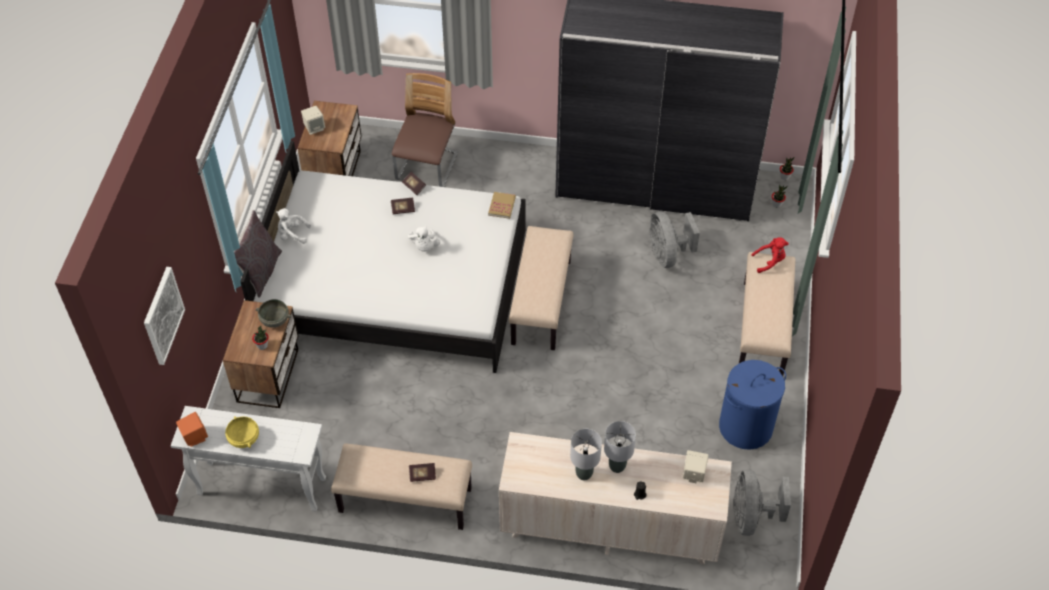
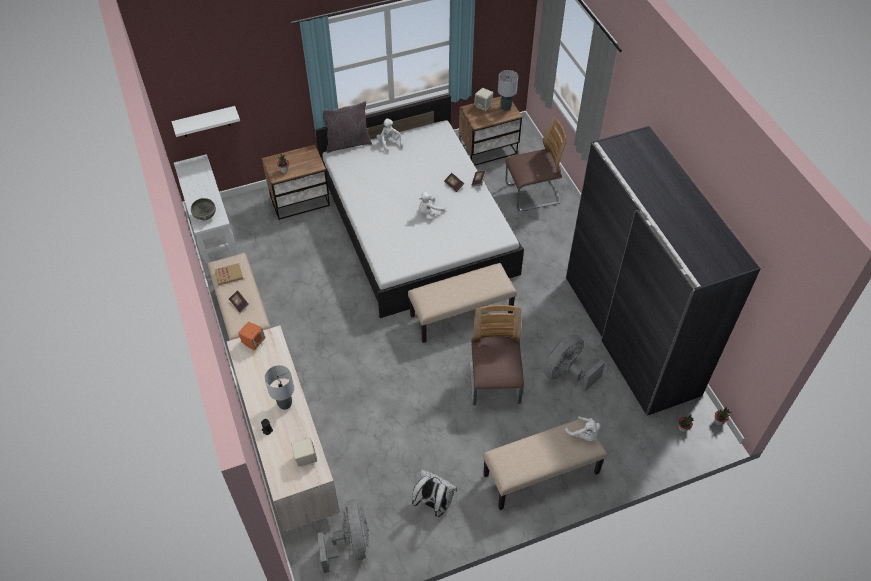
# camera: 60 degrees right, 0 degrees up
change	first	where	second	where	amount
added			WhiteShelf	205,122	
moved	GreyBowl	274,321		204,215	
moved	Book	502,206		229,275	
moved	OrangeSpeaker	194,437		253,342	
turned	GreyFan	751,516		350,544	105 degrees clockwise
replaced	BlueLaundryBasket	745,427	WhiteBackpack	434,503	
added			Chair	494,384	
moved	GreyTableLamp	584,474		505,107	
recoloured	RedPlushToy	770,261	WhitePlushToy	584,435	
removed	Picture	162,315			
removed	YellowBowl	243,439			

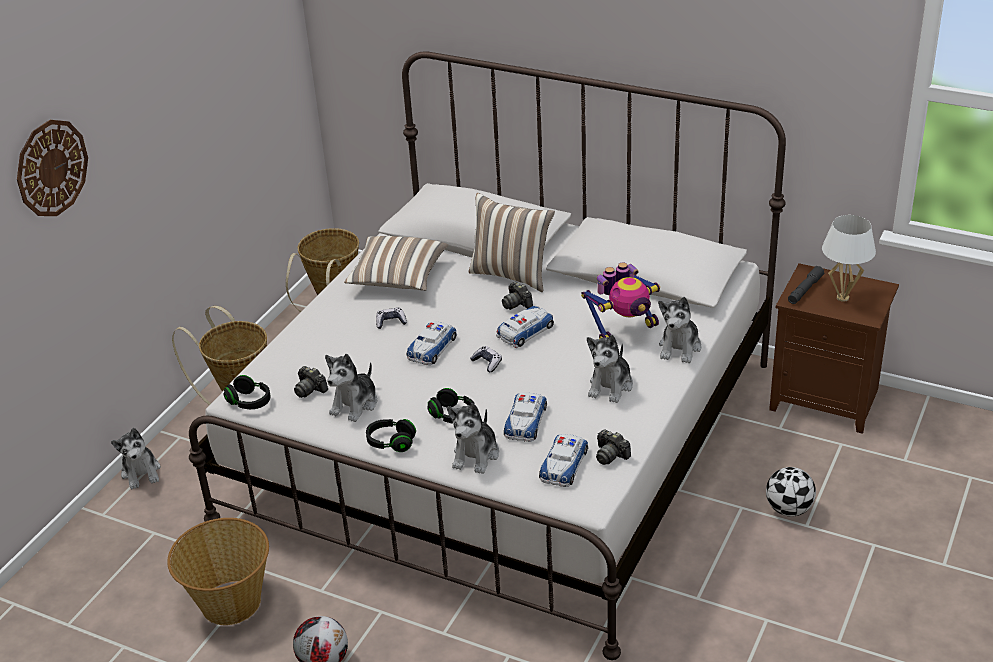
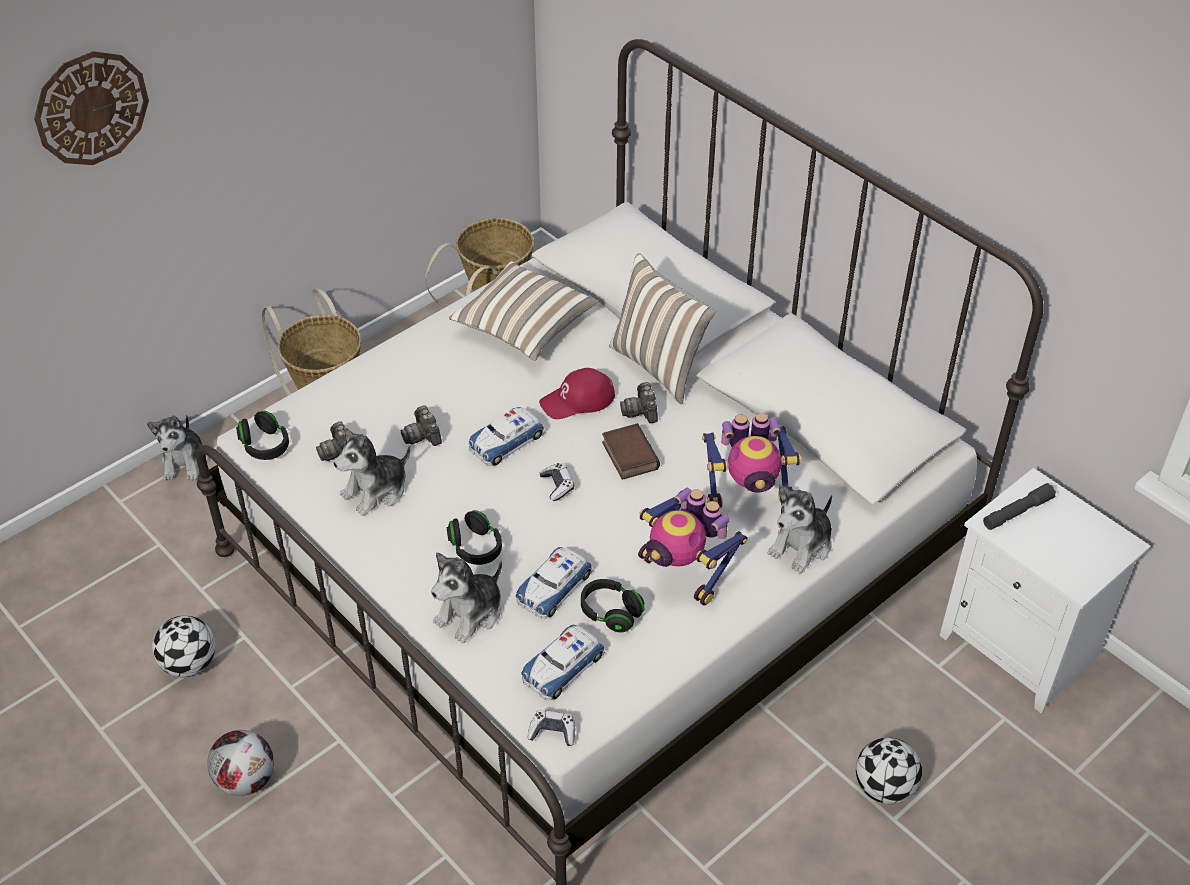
# camera: 20 degrees right, 10 degrees up
change	first	where	second	where	amount
replaced	Basket	230,602	Football	190,664	
moved	PhotoCamera	610,455		423,435	
moved	GameController	391,322		552,732	
added			RedCap	577,400	
moved	BlackHeadphones	391,442		611,613	
replaced	ToyCar	525,331	Book	628,455	
replaced	PlushToy	611,386	ToyRobot	684,572	
recoloured	BrownNightstand	827,399	WhiteNightstand	1023,647	
removed	WhiteTableLamp	842,298			

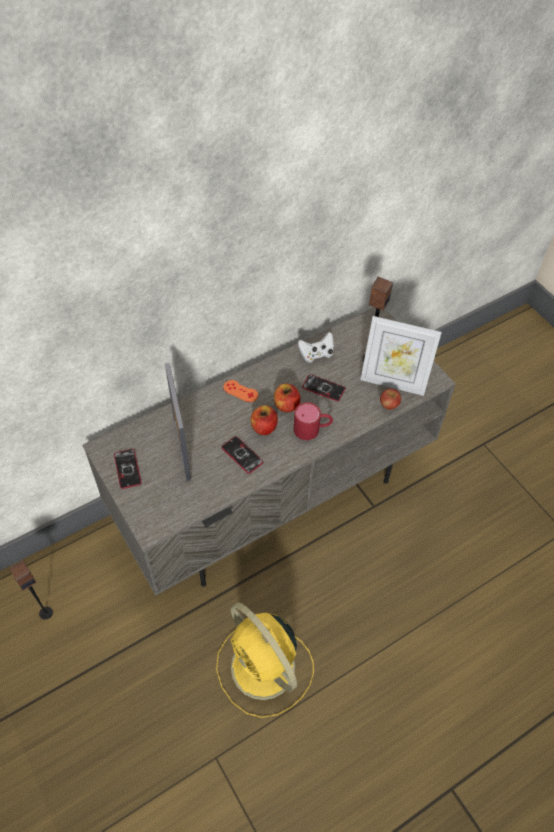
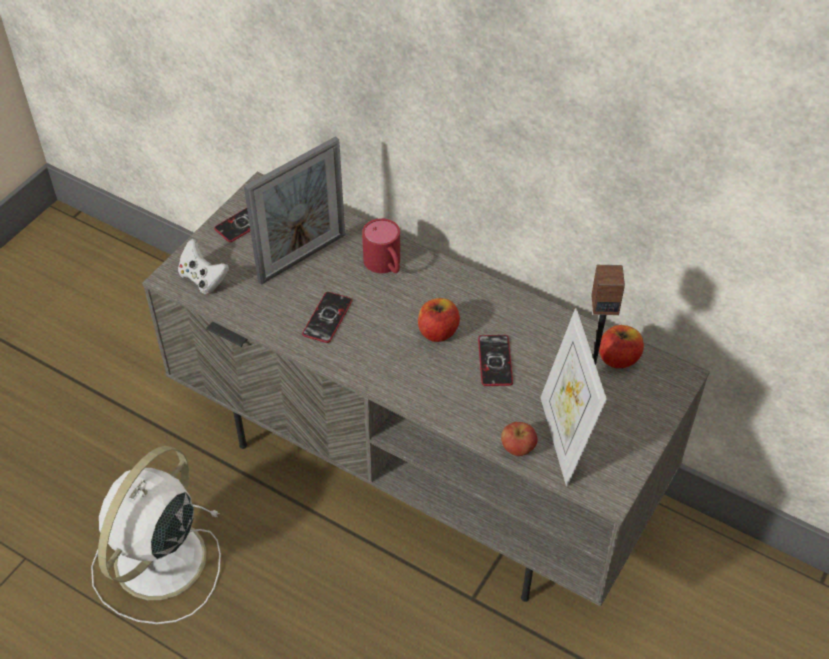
# camera: 65 degrees right, 5 degrees down
change	first	where	second	where	amount
recoloured	YellowFan	265,669	WhiteFan	158,563	
moved	WhiteGameController	316,354		203,279	
moved	RedMug	312,429		385,265	
moved	Apple	264,427		618,358	
removed	Speaker	45,612			
removed	OrangeGameController	240,391			

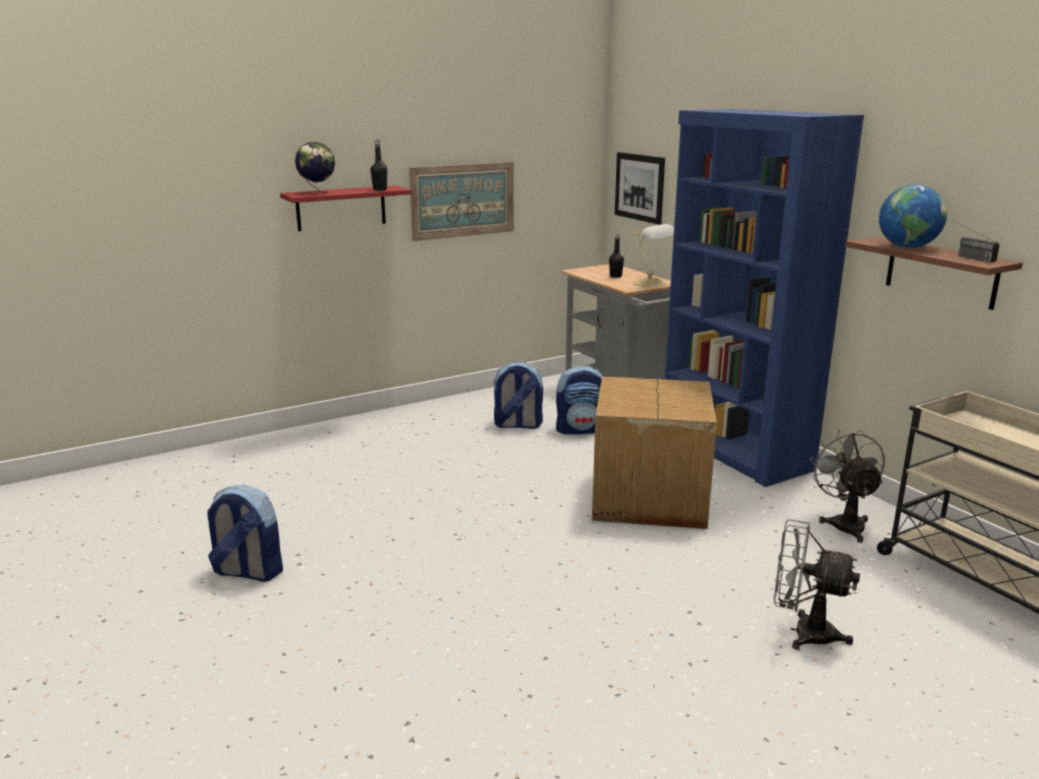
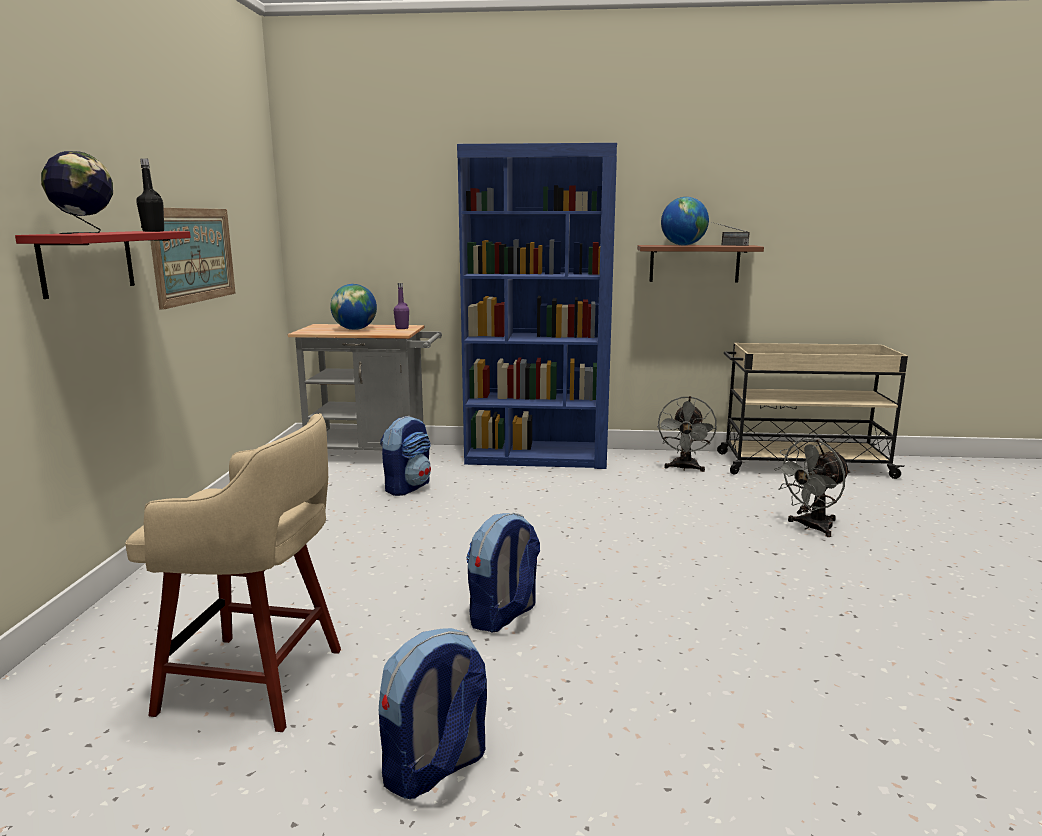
# camera: 55 degrees left, 5 degrees down
change	first	where	second	where	amount
added			BeigeStool	257,682	
replaced	BlackBottle	615,276	Globe	355,329	
replaced	TableLamp	651,283	PurpleBottle	402,328	
moved	Backpack	517,425		503,616	
turned	GreyFan	844,523		684,468	105 degrees counterclockwise
removed	CardboardBox	647,499			
removed	Picture	639,187			

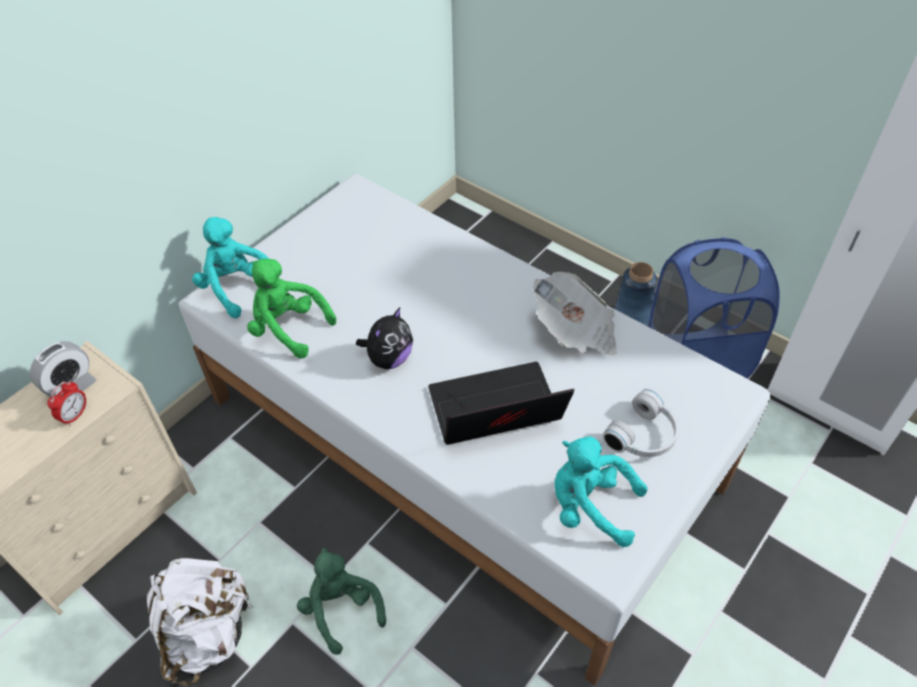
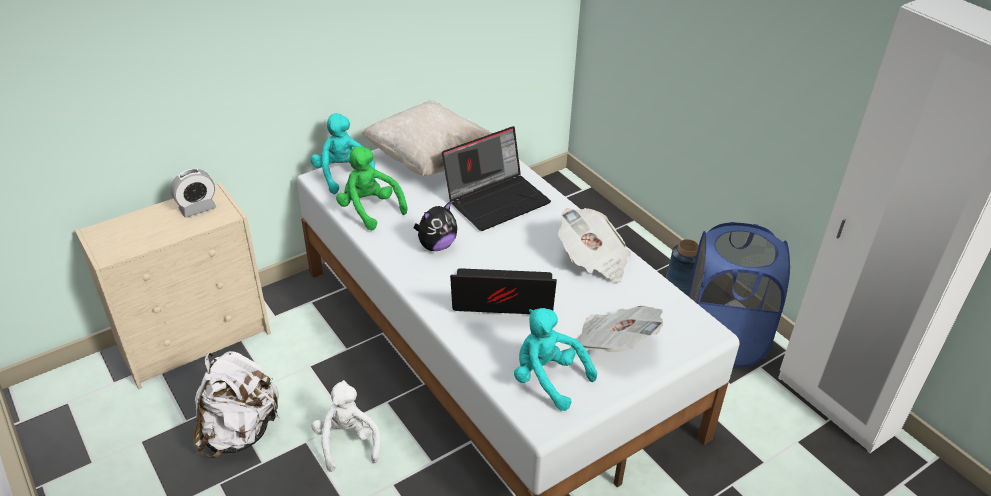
# camera: 15 degrees right, 10 degrees down
change	first	where	second	where	amount
recoloured	GreenPlushToy	341,609	WhitePlushToy	347,442	
added			BeigePillow	429,159	
added			Laptop	497,199	
replaced	WhiteHeadphones	644,436	Newspaper	615,343	
removed	AlarmClock	75,415			

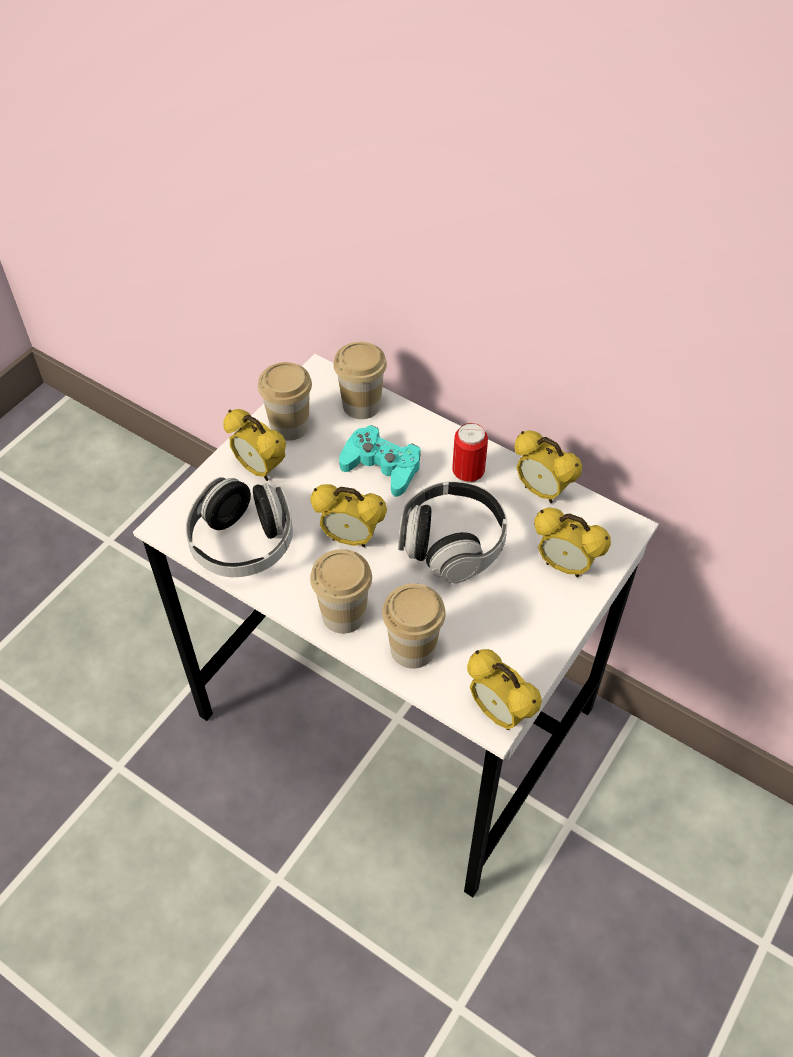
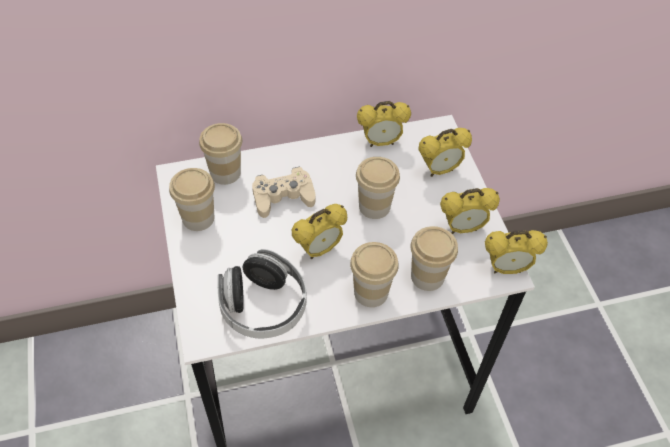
# camera: 50 degrees left, 0 degrees up
change	first	where	second	where	amount
recoloured	TurquoiseGameController	381,466	BeigeGameController	283,197	
replaced	Headphones	452,544	Cup	374,206	
moved	AlarmClock	260,469		462,228	
removed	Can	468,473			

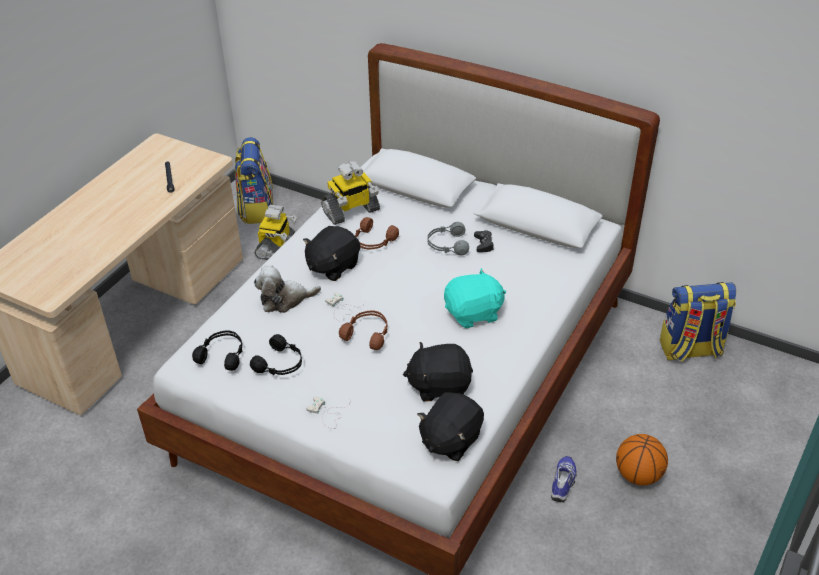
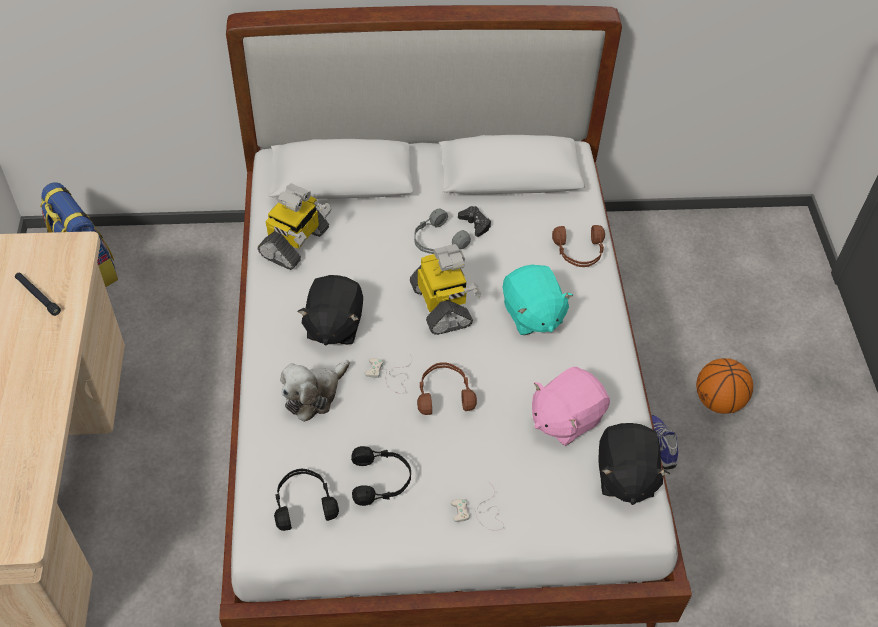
# camera: 35 degrees left, 10 degrees up
change	first	where	second	where	amount
moved	ToyRobot	276,247		442,306	
turned	TurquoisePlushToy	473,313		532,315	120 degrees clockwise
recoloured	BlackPlushToy	439,385	PinkPlushToy	565,418	
moved	BrownHeadphones	373,241		579,252	
removed	Backpack	690,350			

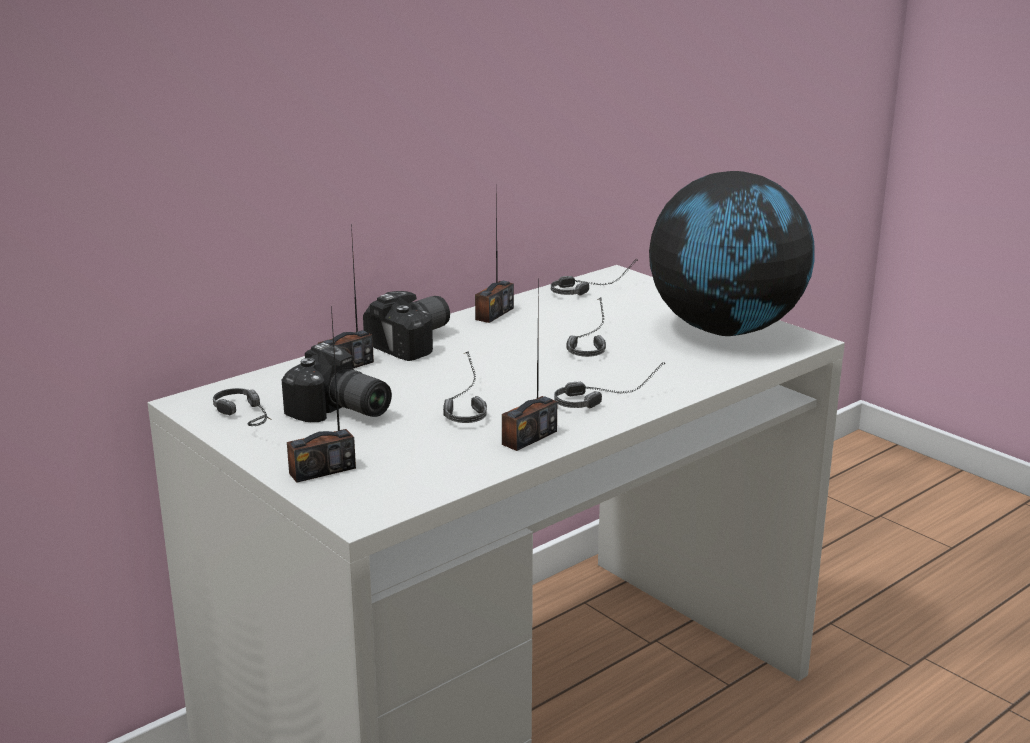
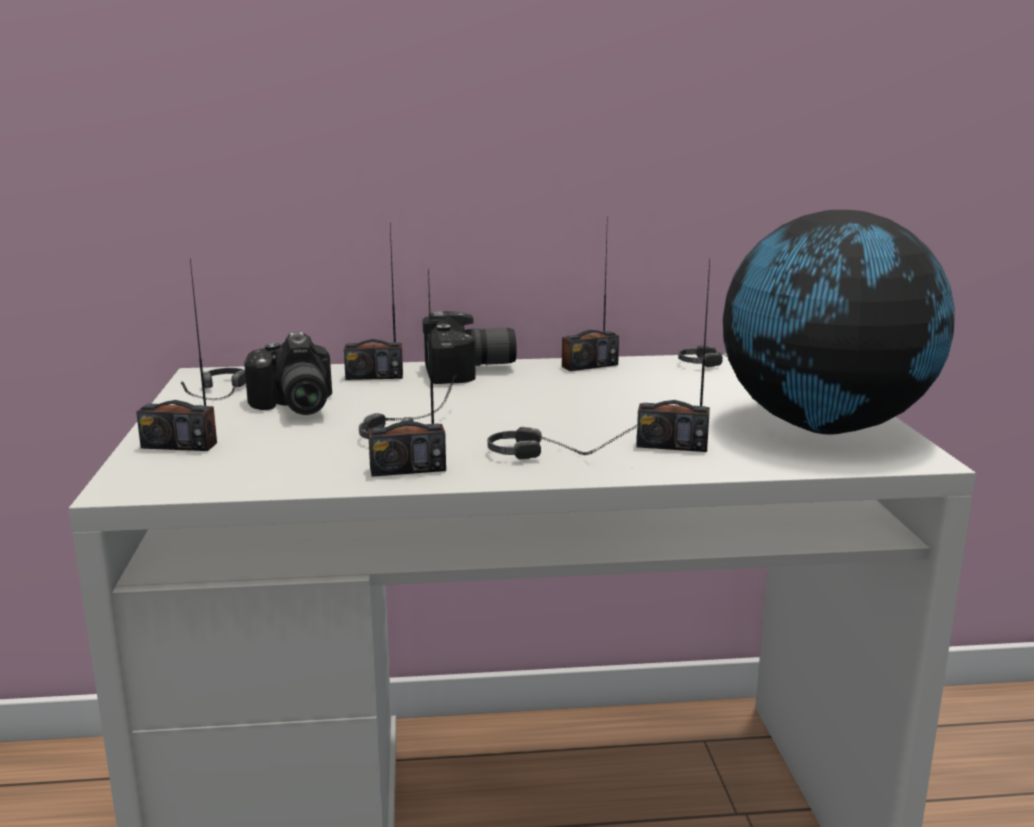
# camera: 35 degrees right, 5 degrees down
change	first	where	second	where	amount
added			Radio	672,445	
removed	Headphones	585,340			

